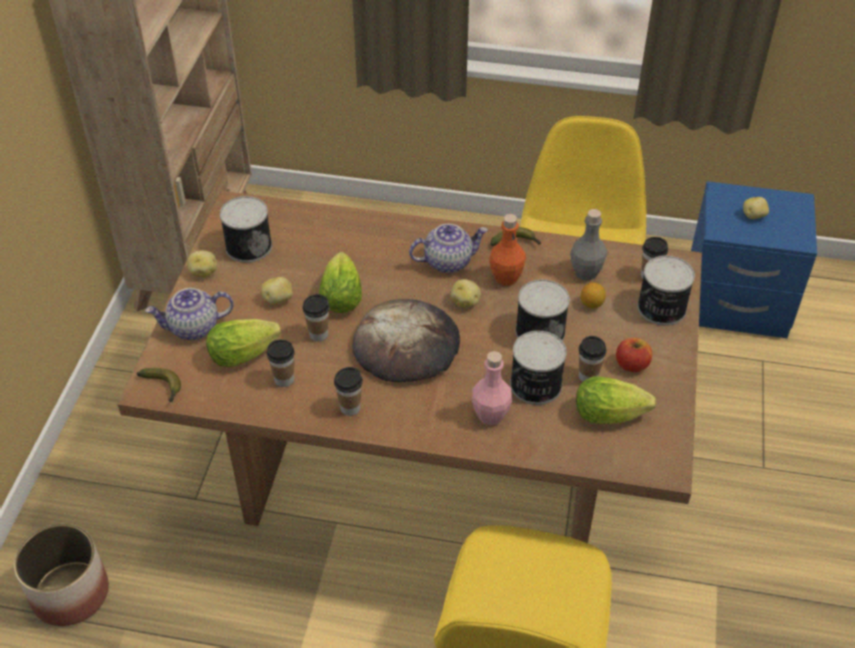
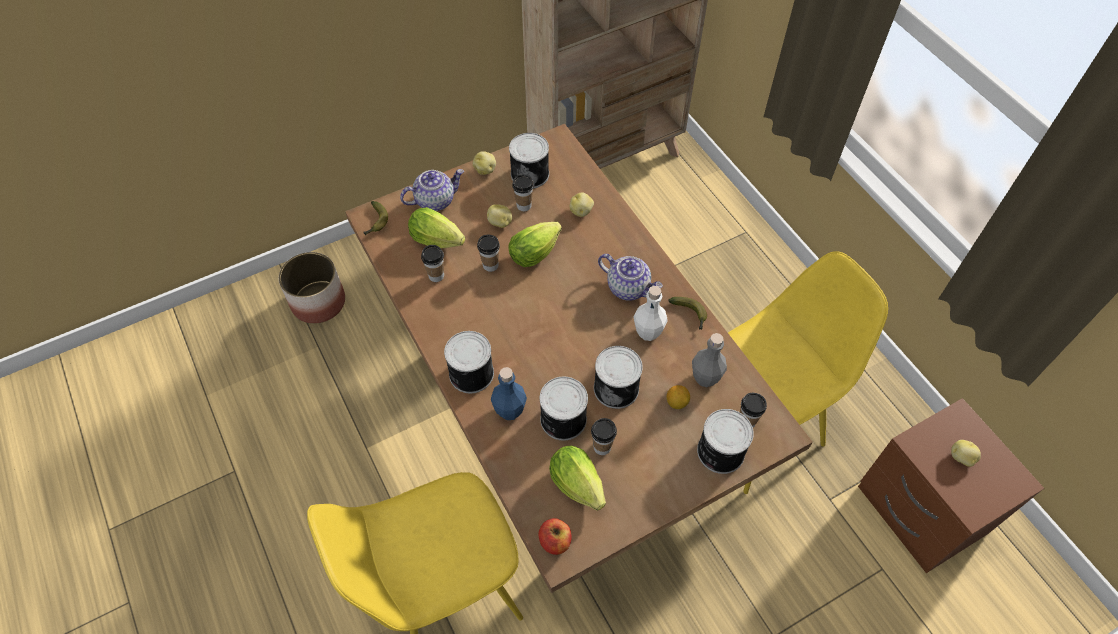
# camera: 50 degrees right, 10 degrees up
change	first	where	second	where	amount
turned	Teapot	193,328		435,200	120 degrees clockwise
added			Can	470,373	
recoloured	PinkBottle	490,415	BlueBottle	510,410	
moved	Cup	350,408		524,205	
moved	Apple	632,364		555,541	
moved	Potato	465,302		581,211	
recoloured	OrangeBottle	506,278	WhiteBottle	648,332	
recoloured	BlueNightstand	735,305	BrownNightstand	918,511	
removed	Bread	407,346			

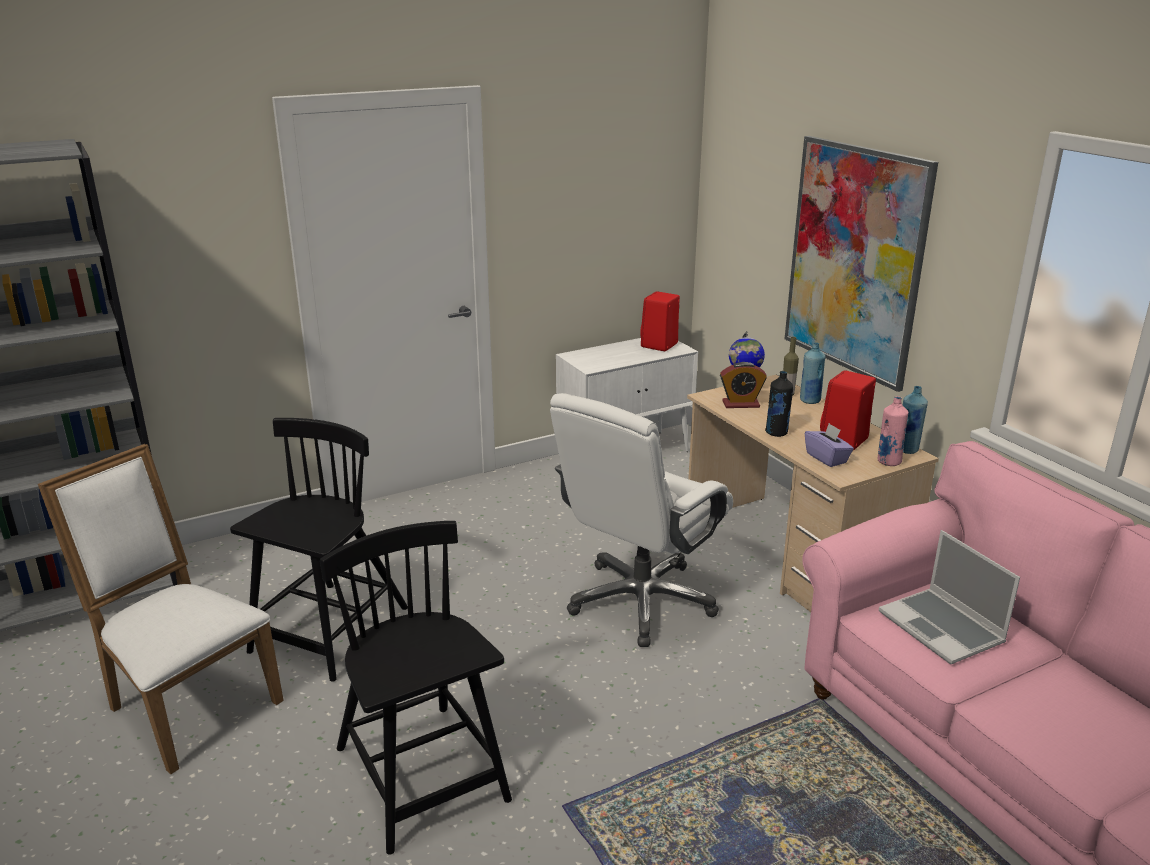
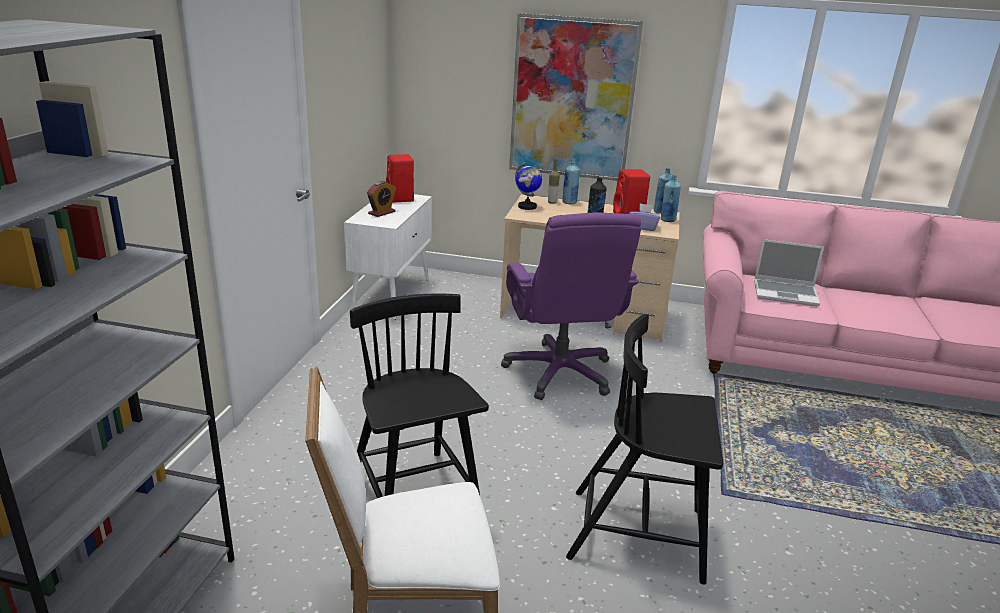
# camera: 50 degrees left, 0 degrees up
change	first	where	second	where	amount
moved	AlarmClock	741,404		382,213	
recoloured	WhiteOfficeChair	640,601	PurpleOfficeChair	560,373	
recoloured	PinkBottle	888,461	BlueBottle	667,220	

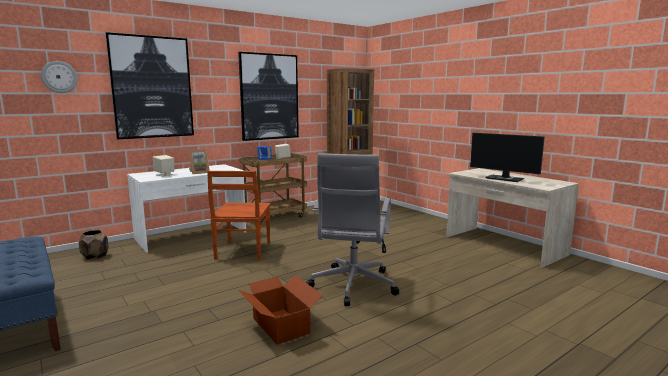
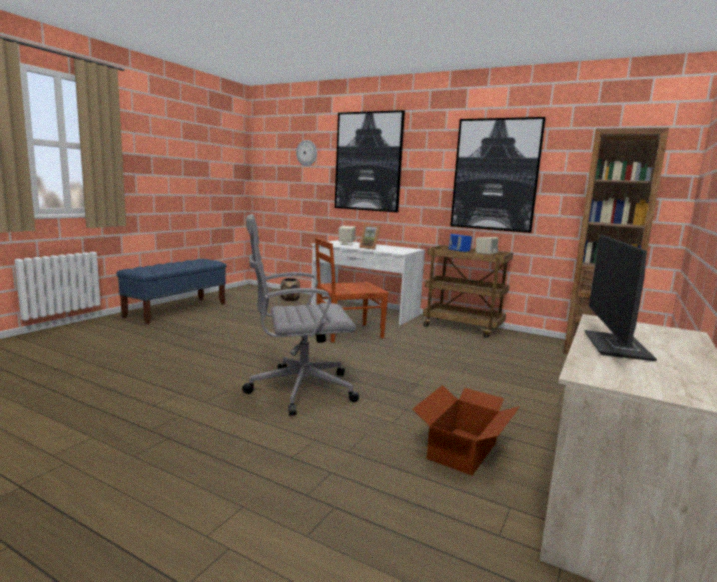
# camera: 65 degrees right, 0 degrees up
change	first	where	second	where	amount
moved	CardboardBox	280,326		461,450	

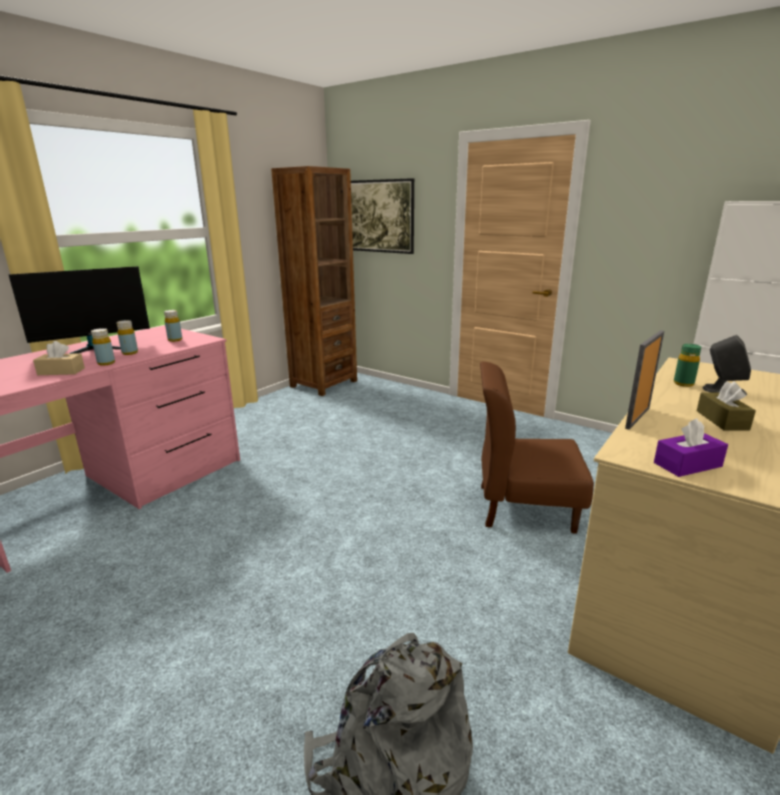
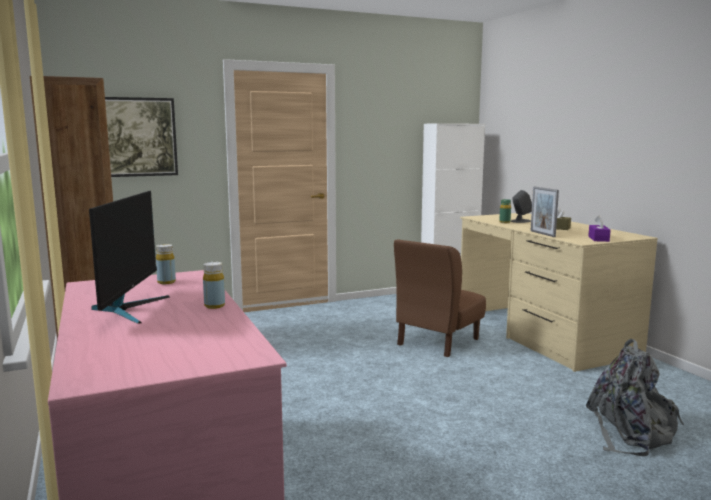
# camera: 60 degrees left, 10 degrees down
change	first	where	second	where	amount
removed	BeigeTissueBox	61,371			
removed	YellowBottle	130,353			

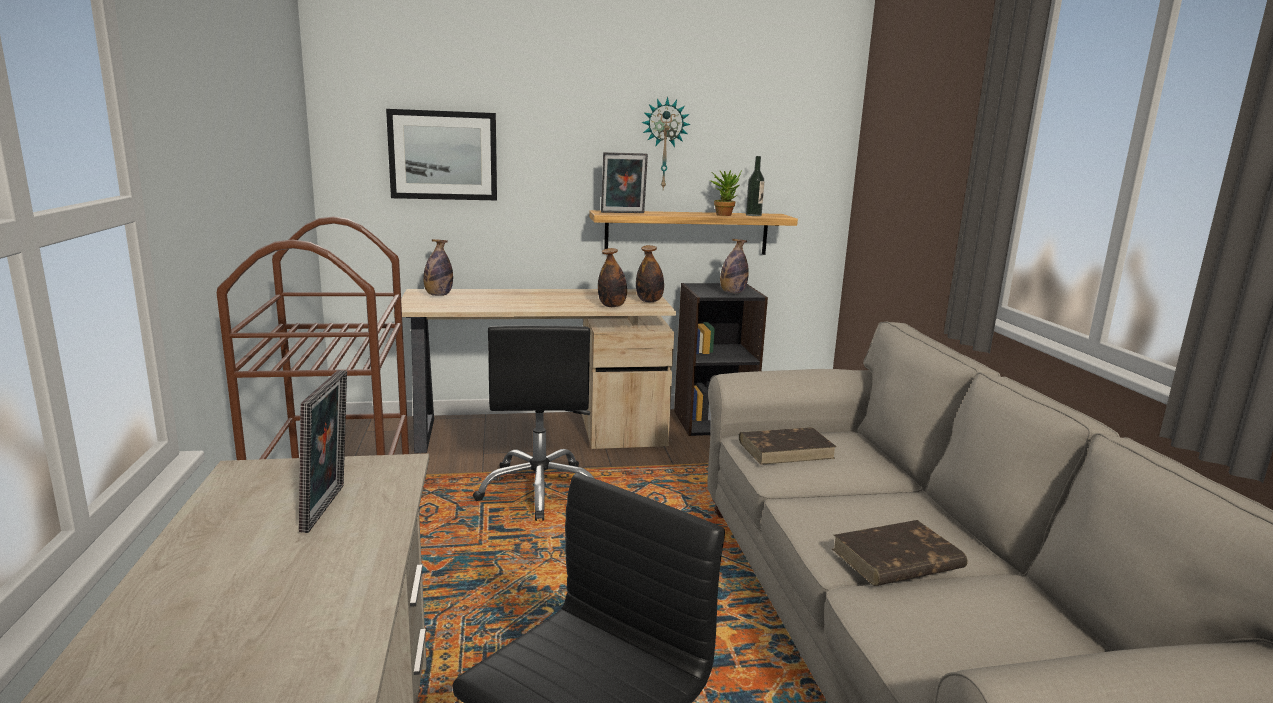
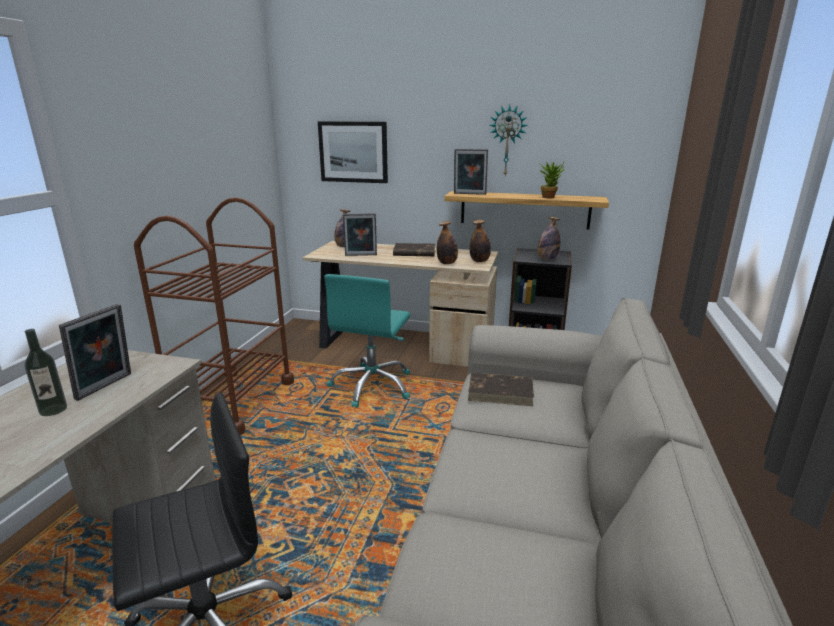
# camera: 25 degrees right, 5 degrees up
change	first	where	second	where	amount
moved	Bottle	753,215		53,409	
recoloured	BlackOfficeChair	540,490	TurquoiseOfficeChair	372,386	
added			PictureFrame	361,255	
moved	BrownBook	896,560		414,253	

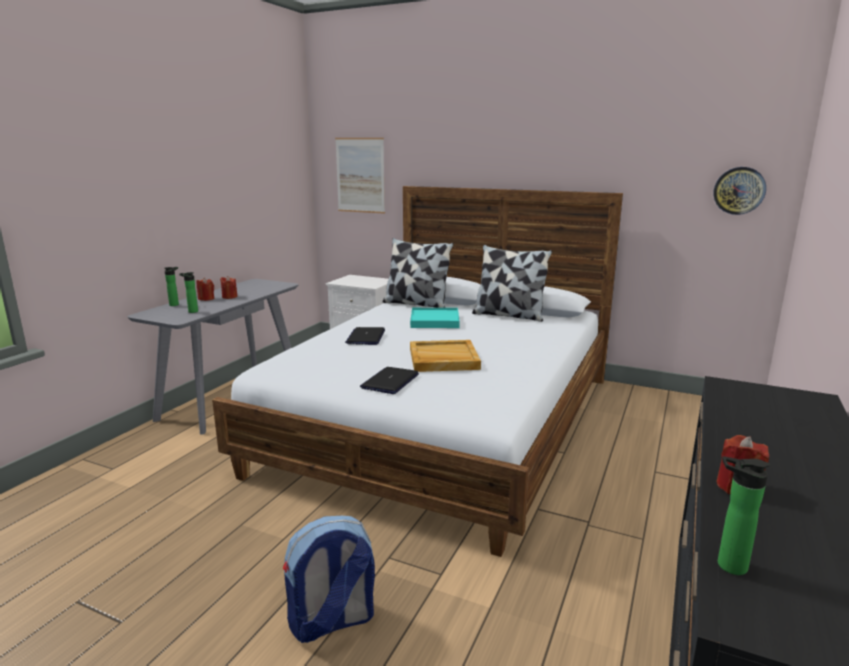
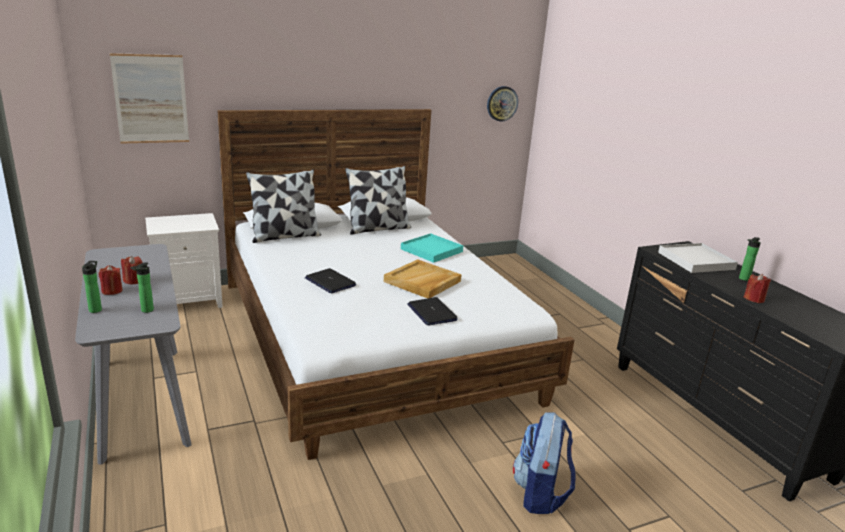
# camera: 50 degrees left, 5 degrees up
change	first	where	second	where	amount
moved	TurquoiseTray	434,321		431,250	
added			WhiteTray	696,261	
moved	Bottle	727,565		743,279	

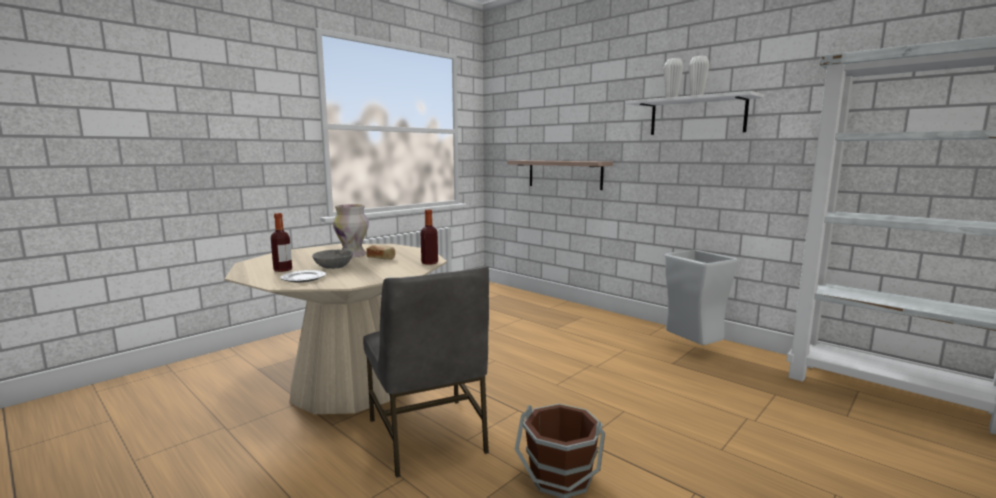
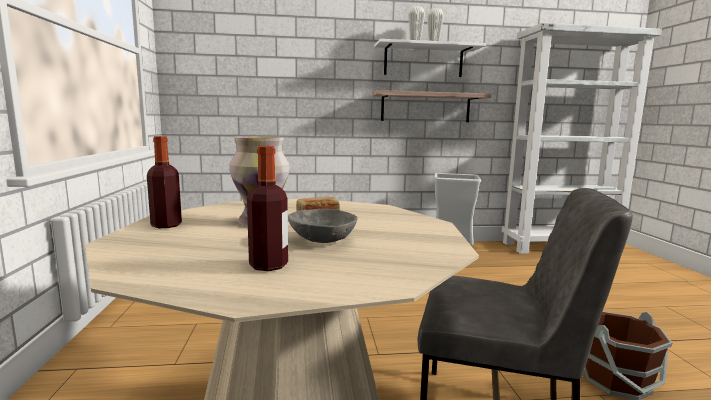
# camera: 50 degrees left, 0 degrees up
change	first	where	second	where	amount
moved	Bottle	429,263		166,225	
moved	Shelf	564,174		425,107	
removed	Plate	304,278			

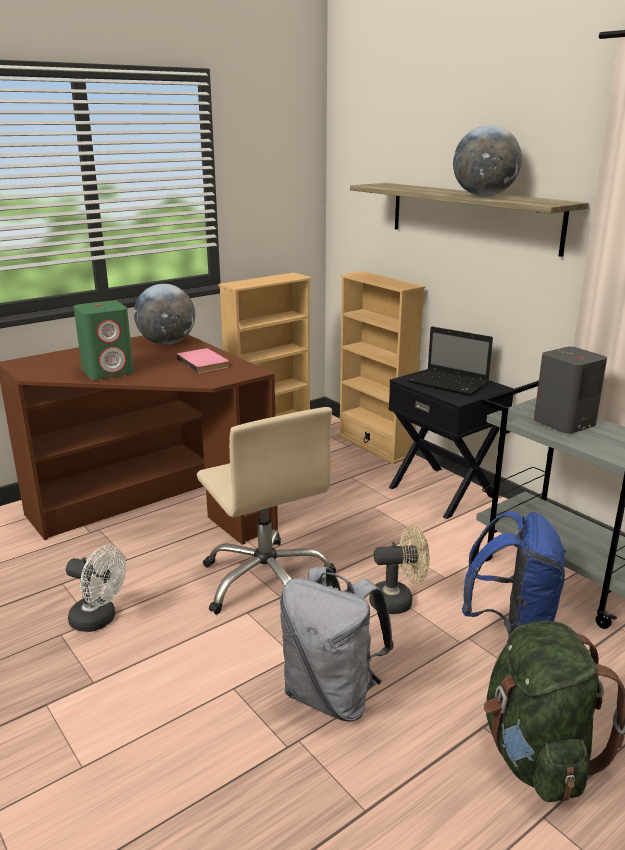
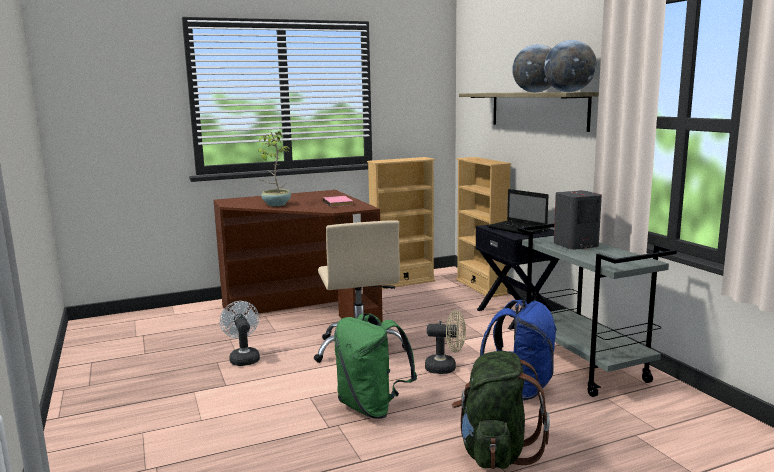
# camera: 15 degrees right, 10 degrees down
change	first	where	second	where	amount
turned	WhiteFan	99,620		243,358	150 degrees counterclockwise
replaced	GreenSpeaker	108,371	PottedPlant	276,204	
recoloured	GreyBackpack	332,695	GreenBackpack	372,408	
moved	Globe	167,343		568,92	

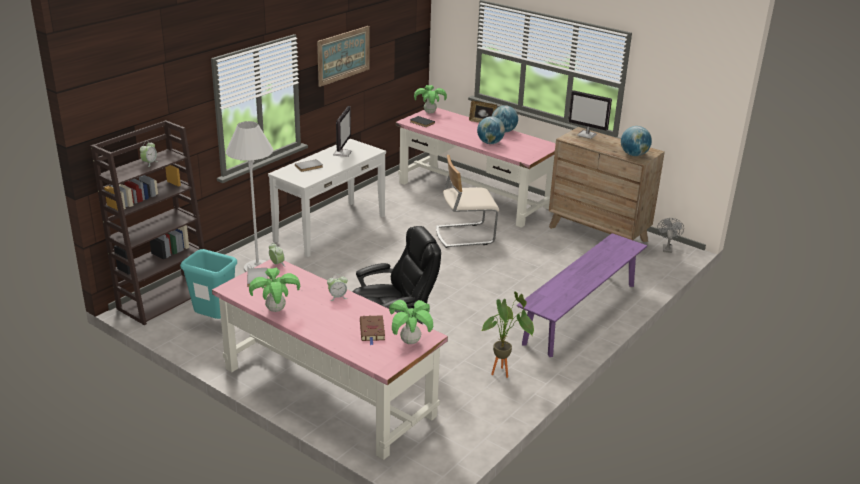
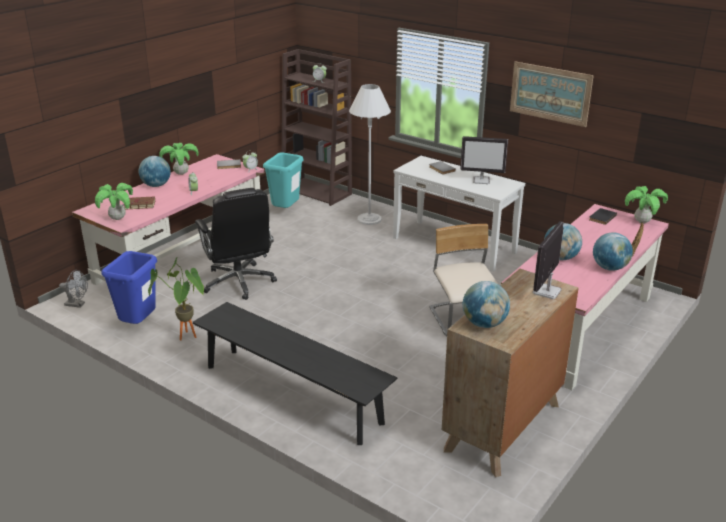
# camera: 90 degrees right, 0 degrees up
change	first	where	second	where	amount
moved	GreyFan	667,248		77,304	
added			BlueTrashCan	139,324	
added			Globe	156,185	
recoloured	PurpleBench	580,313	BlackBench	291,394	

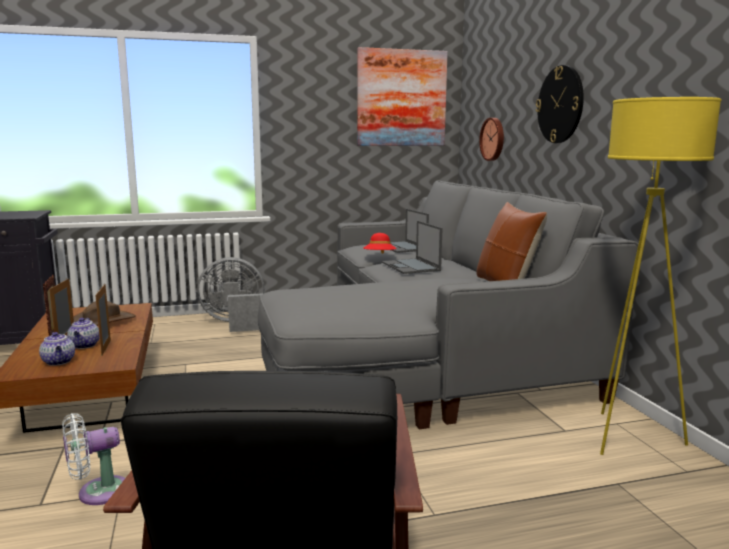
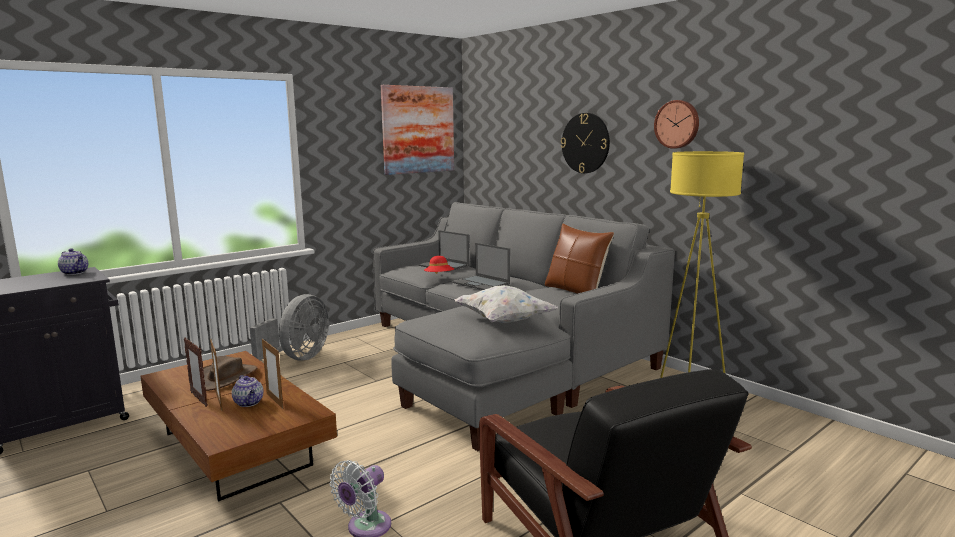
# camera: 25 degrees left, 0 degrees up
change	first	where	second	where	amount
moved	Teapot	59,362		75,273	
turned	GreyFan	235,323		298,358	150 degrees clockwise
added			WhitePillow	503,321	
moved	WallClock	493,139		677,124	

